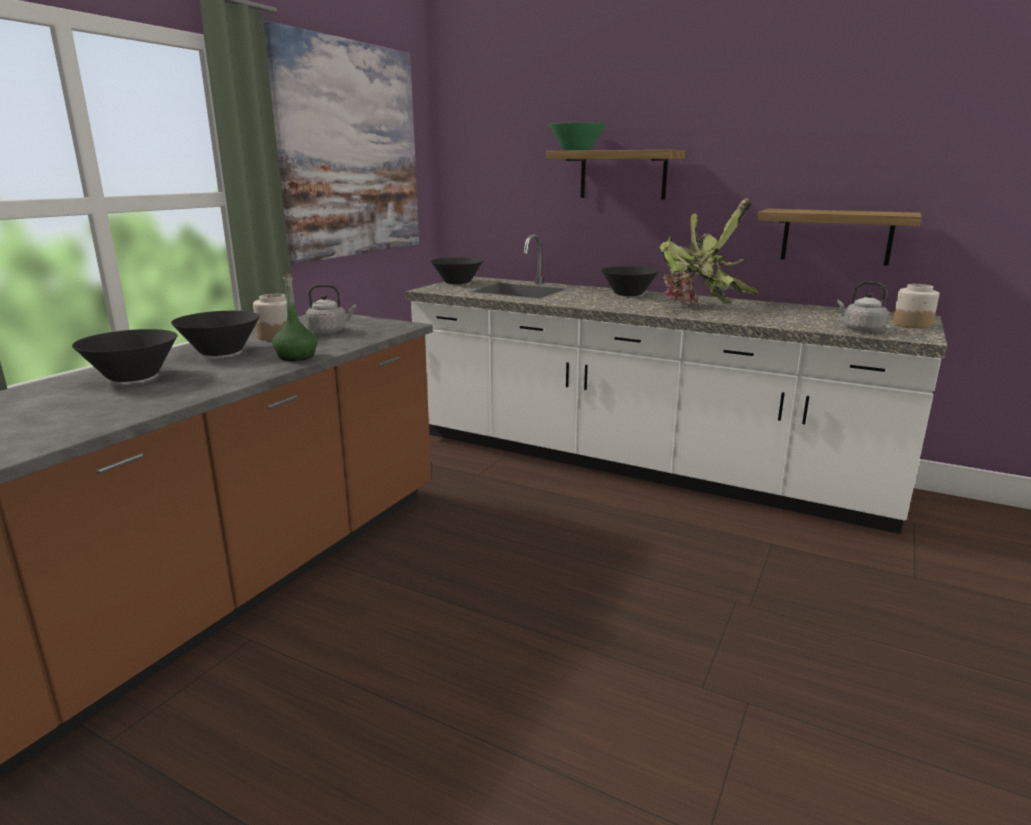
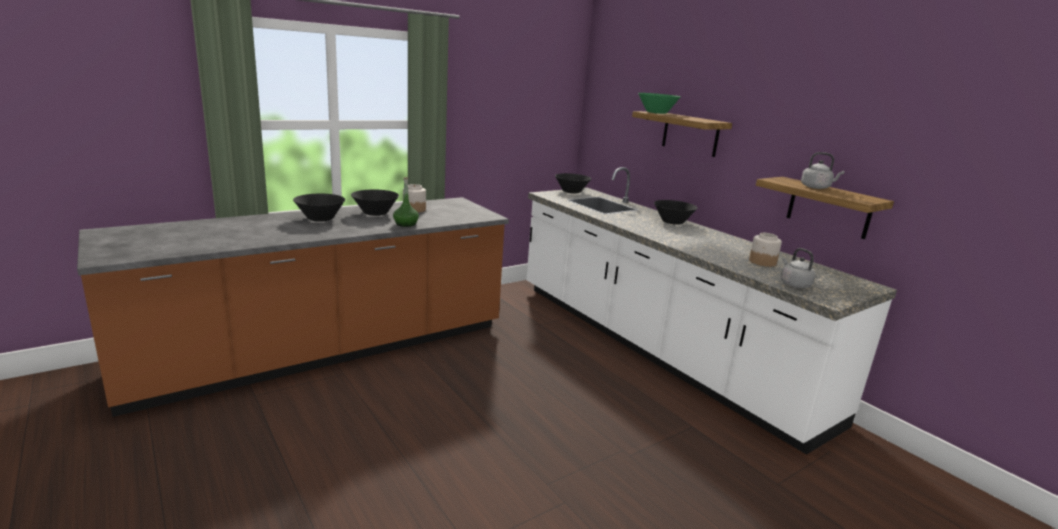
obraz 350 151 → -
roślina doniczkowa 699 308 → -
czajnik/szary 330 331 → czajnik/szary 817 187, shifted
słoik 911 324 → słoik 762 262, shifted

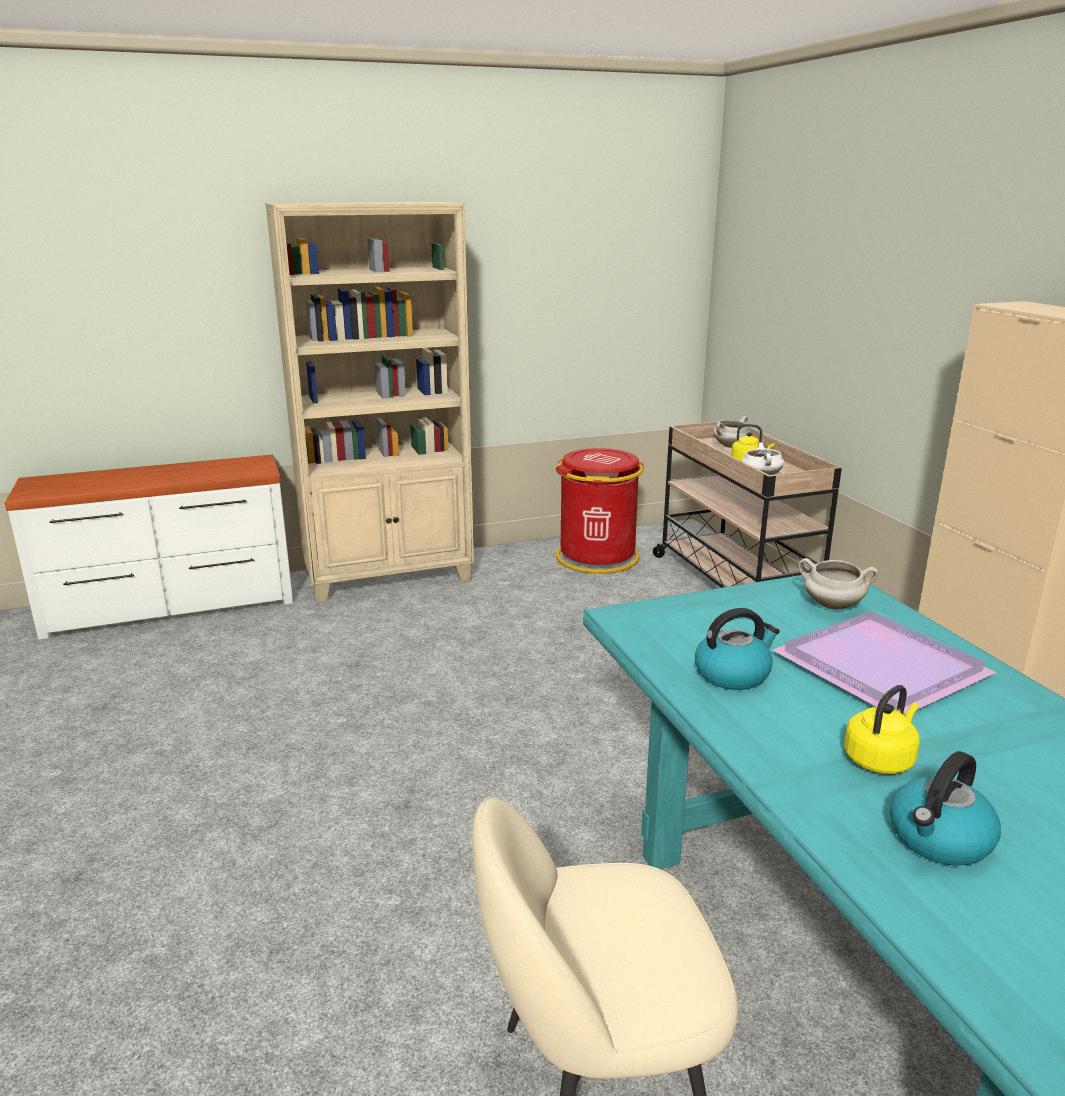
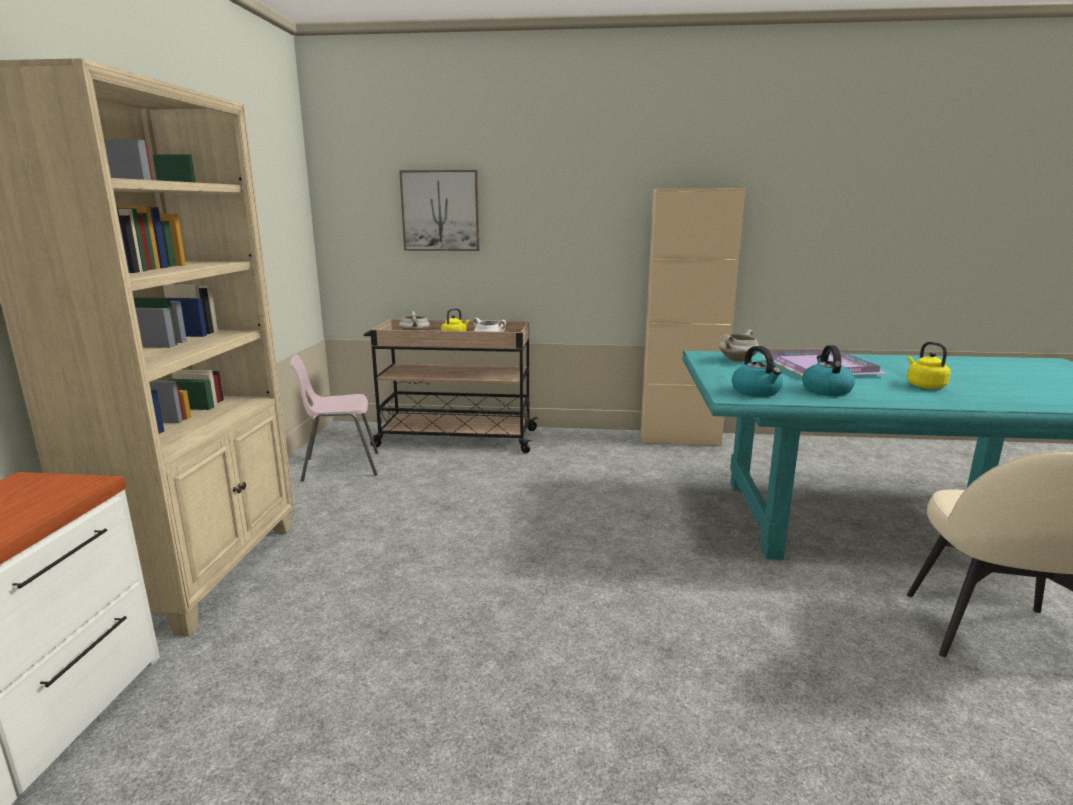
kosz na śmieci/czerwony 597 557 → krzesło/różowy 340 466
czajnik 939 839 → czajnik 756 391, shifted
- → obraz 440 211

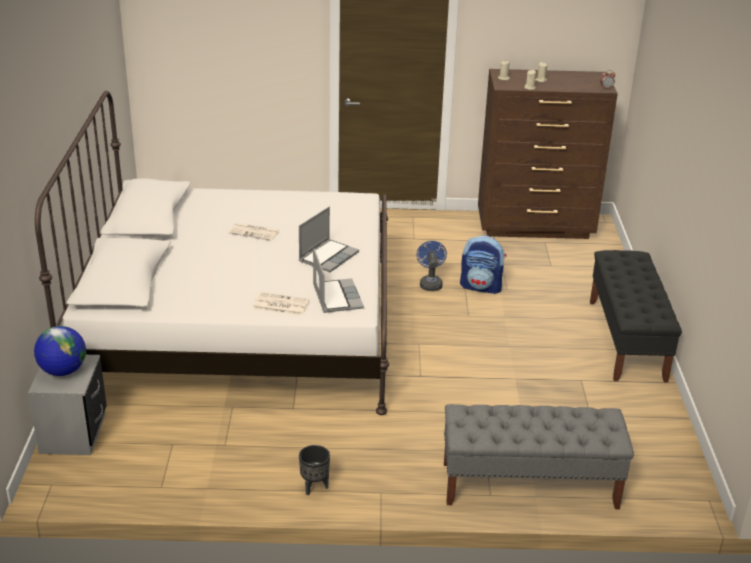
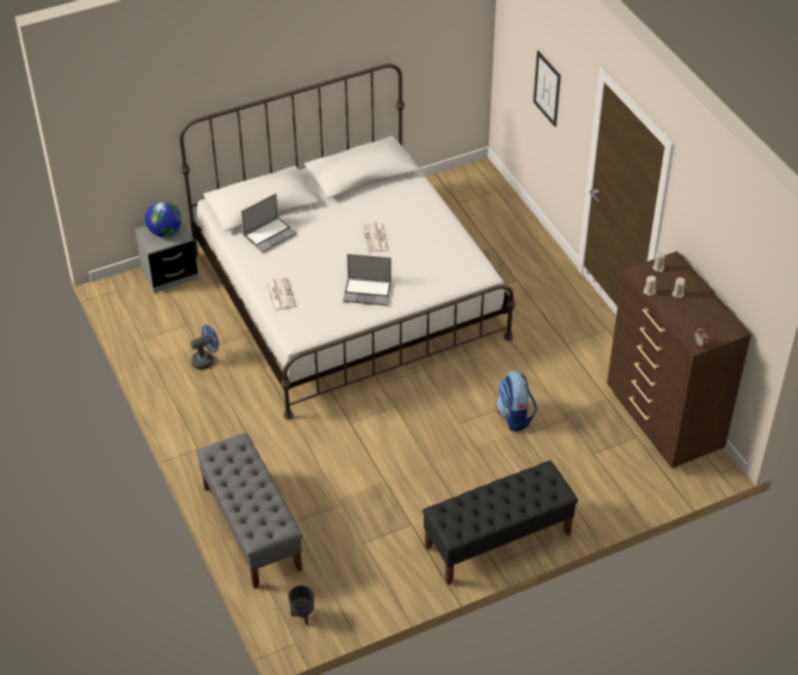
wentylator/niebieski 430 283 → wentylator/niebieski 206 360, shifted
laptop 336 297 → laptop 270 235, shifted
donica/czarny 314 487 → donica/czarny 302 616, shifted
- → obraz 547 88

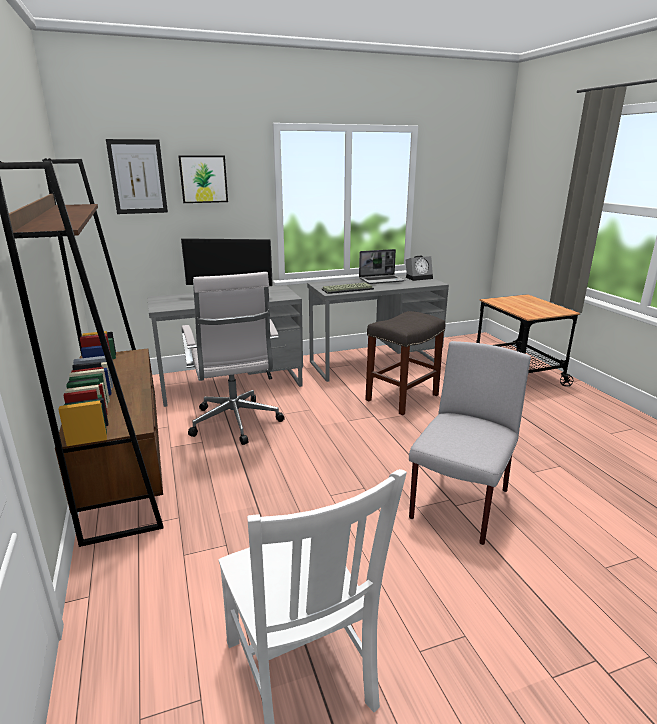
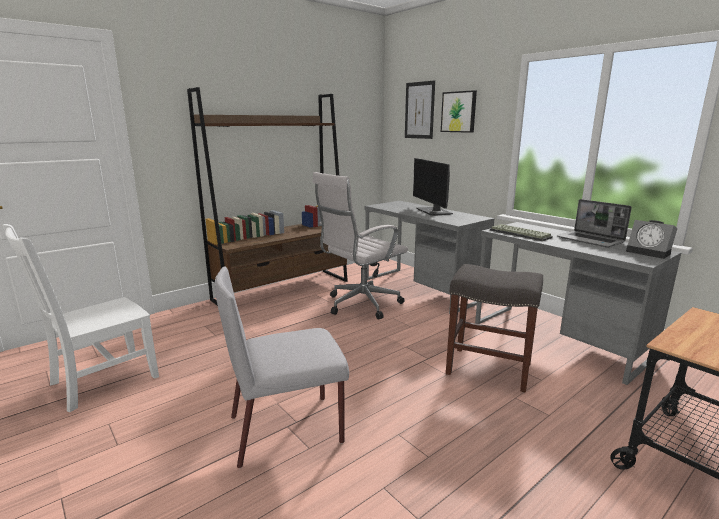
krzesło/szary 459 505 → krzesło/szary 288 428, 150 degrees clockwise

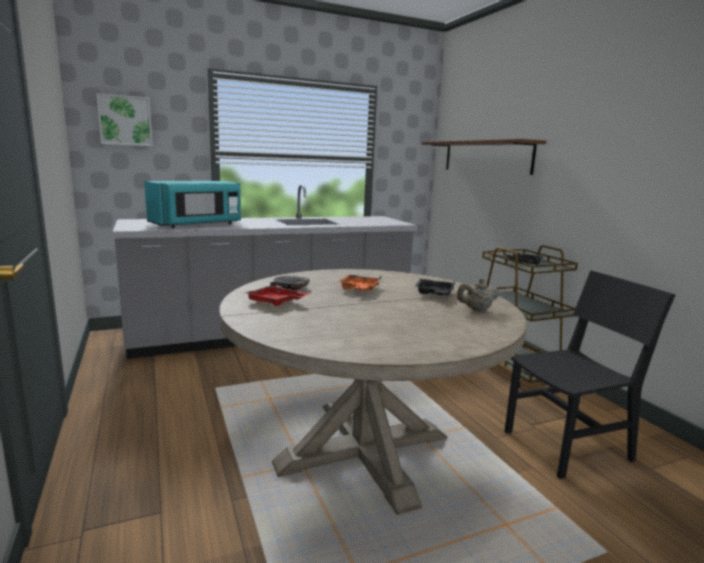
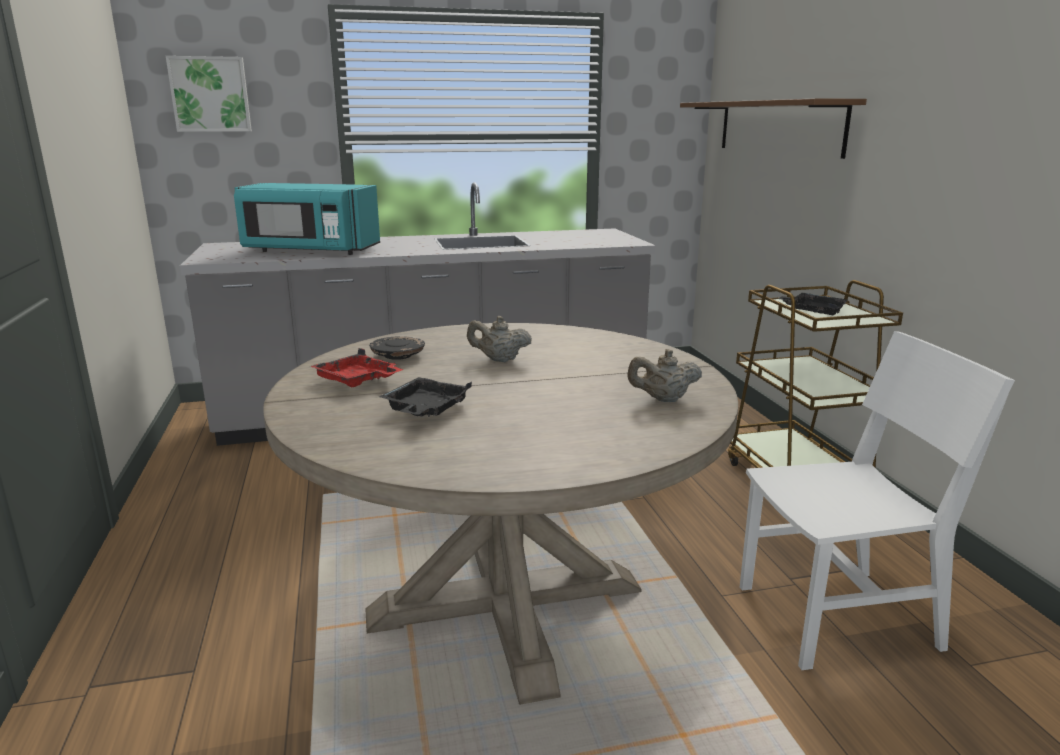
mikrofalówka/turkusowy 197 225 → mikrofalówka/turkusowy 309 251, 45 degrees clockwise
krzesło/czarny 567 445 → krzesło/biały 837 617
taca/pomarańczowy 359 289 → imbryk/beżowy 499 360
taca/czarny 434 294 → taca/czarny 425 409, shifted

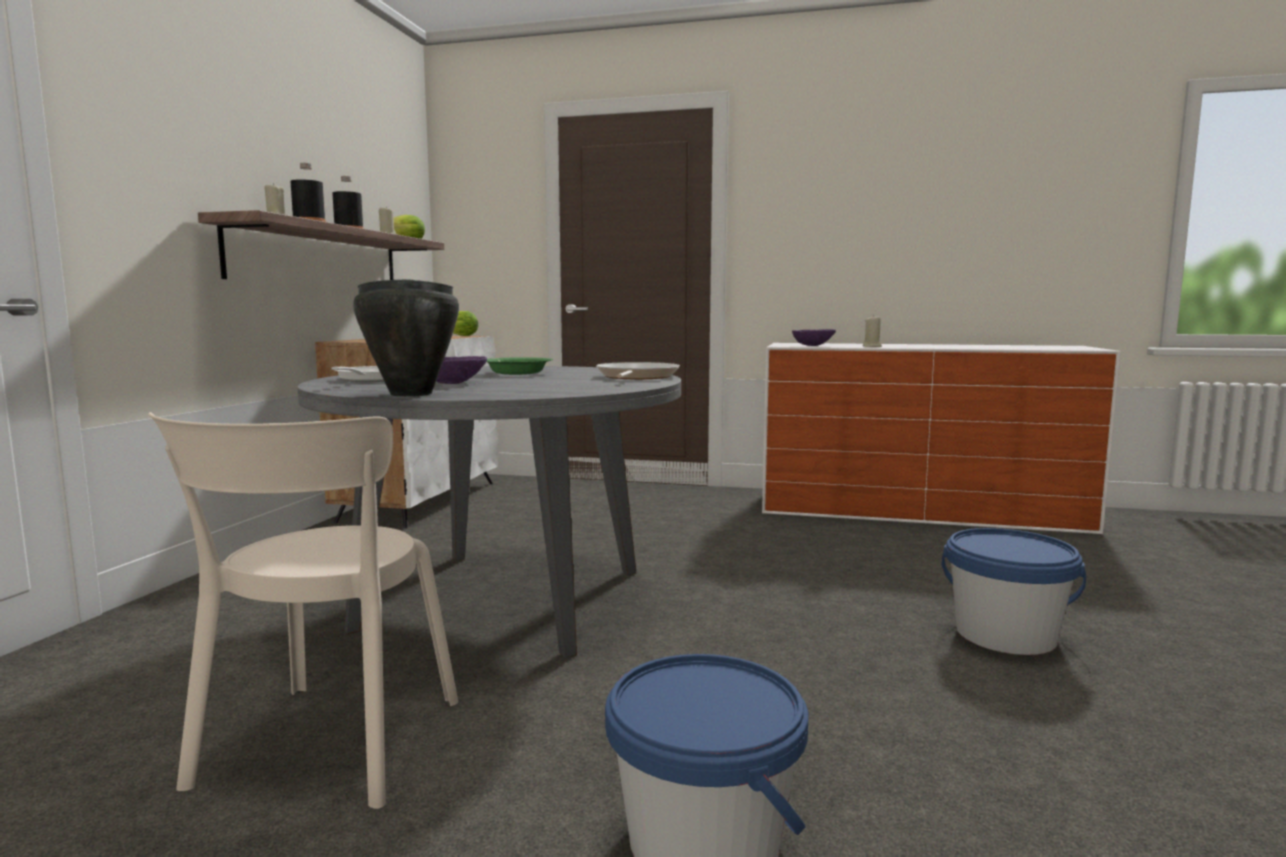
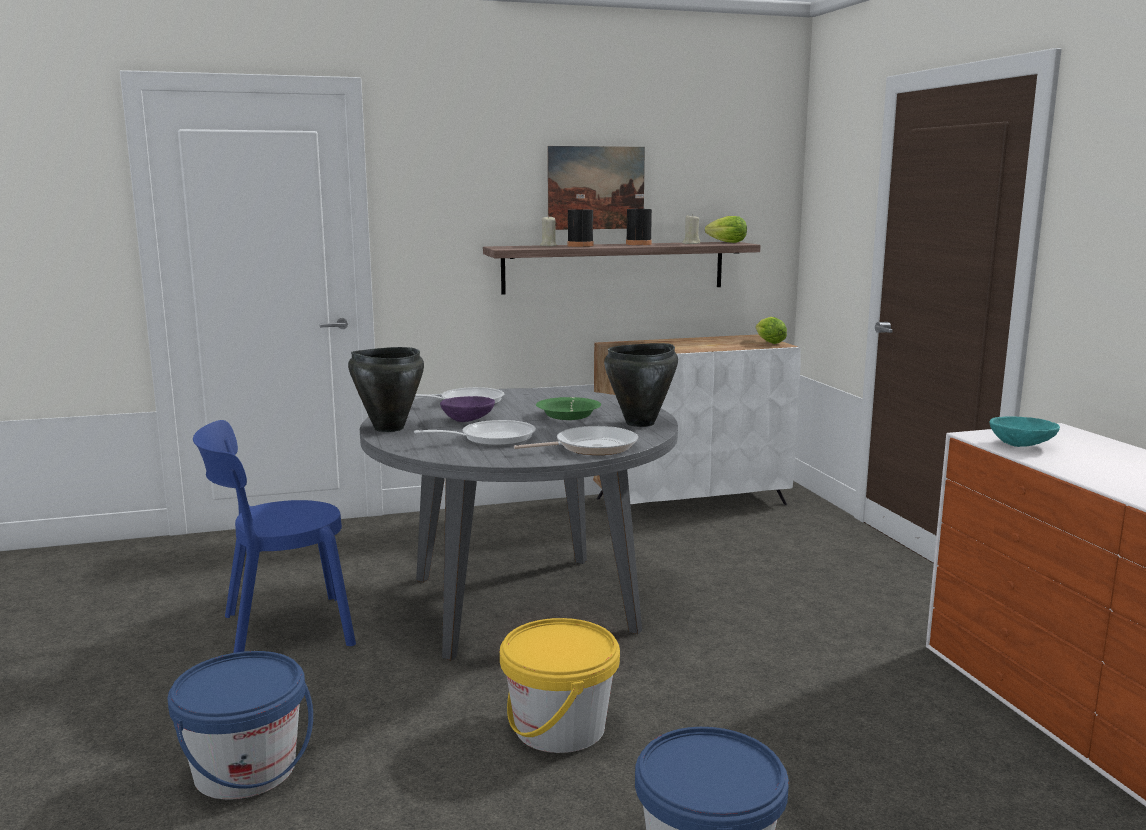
świeca/beżowy 872 346 → -
miska/fioletowy 813 345 → miska/turkusowy 1023 445
krzesło/beżowy 325 749 → krzesło/niebieski 279 631
- → obraz 596 188
- → garnek/czarny 641 423
- → patelnia 491 438
- → wiadro/żółty 559 727

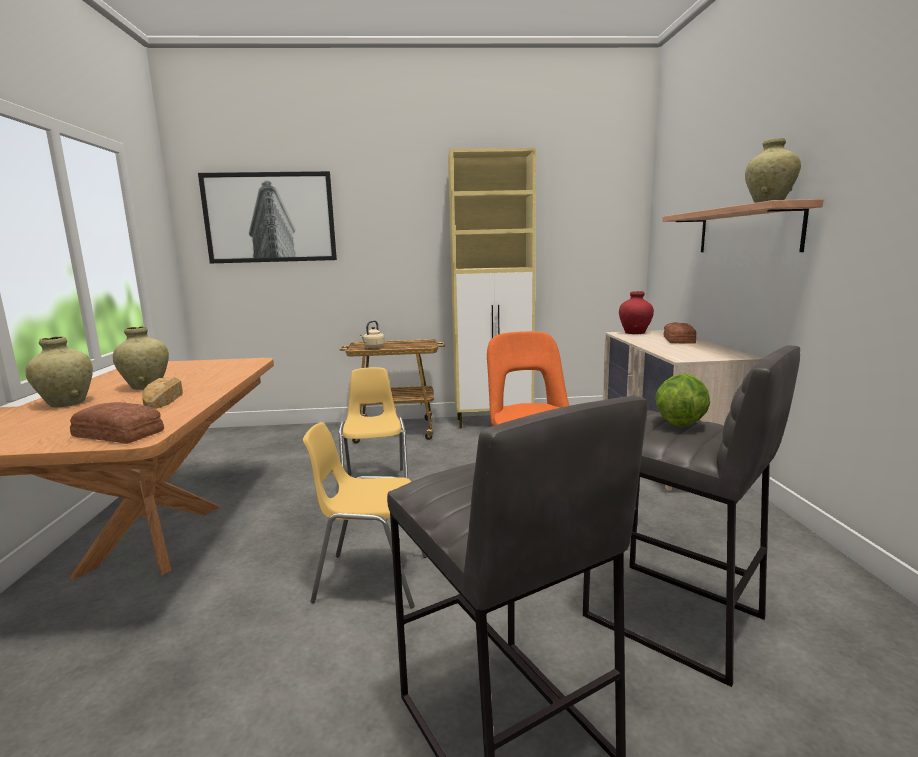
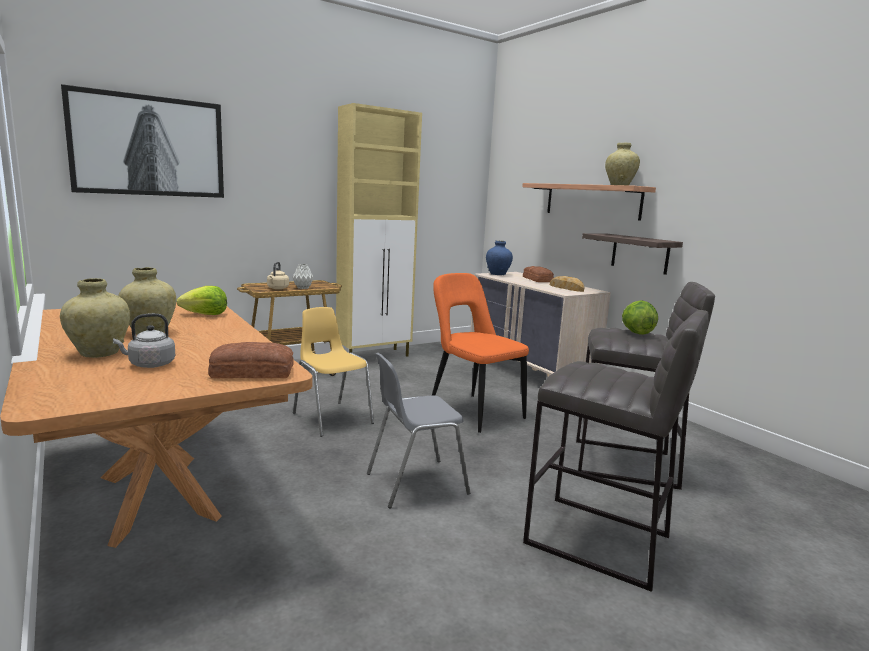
wazon/czerwony 635 333 → wazon/niebieski 497 274
chleb 165 399 → chleb 566 288, shifted
krzesło/żółty 371 578 → krzesło/szary 415 483
- → półka 640 253
- → wazon/szary 302 288
- → sałata 205 314
- → czajnik/szary 149 365

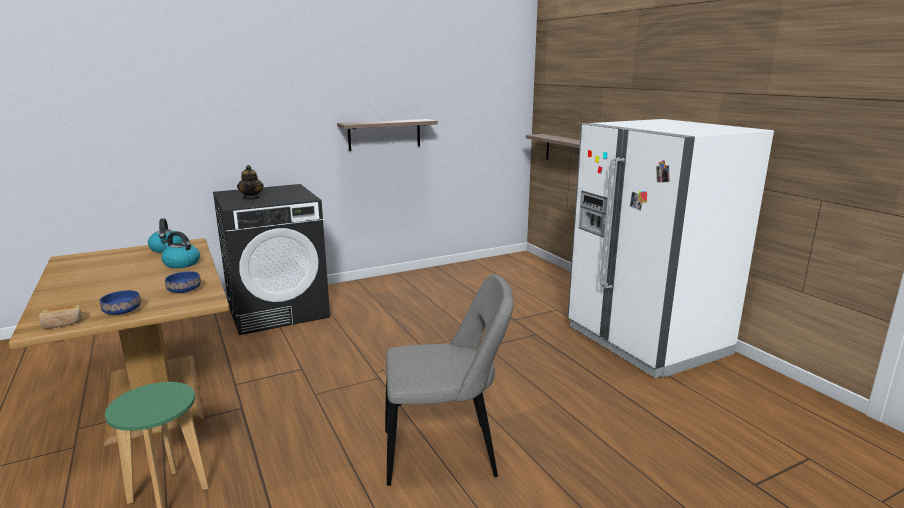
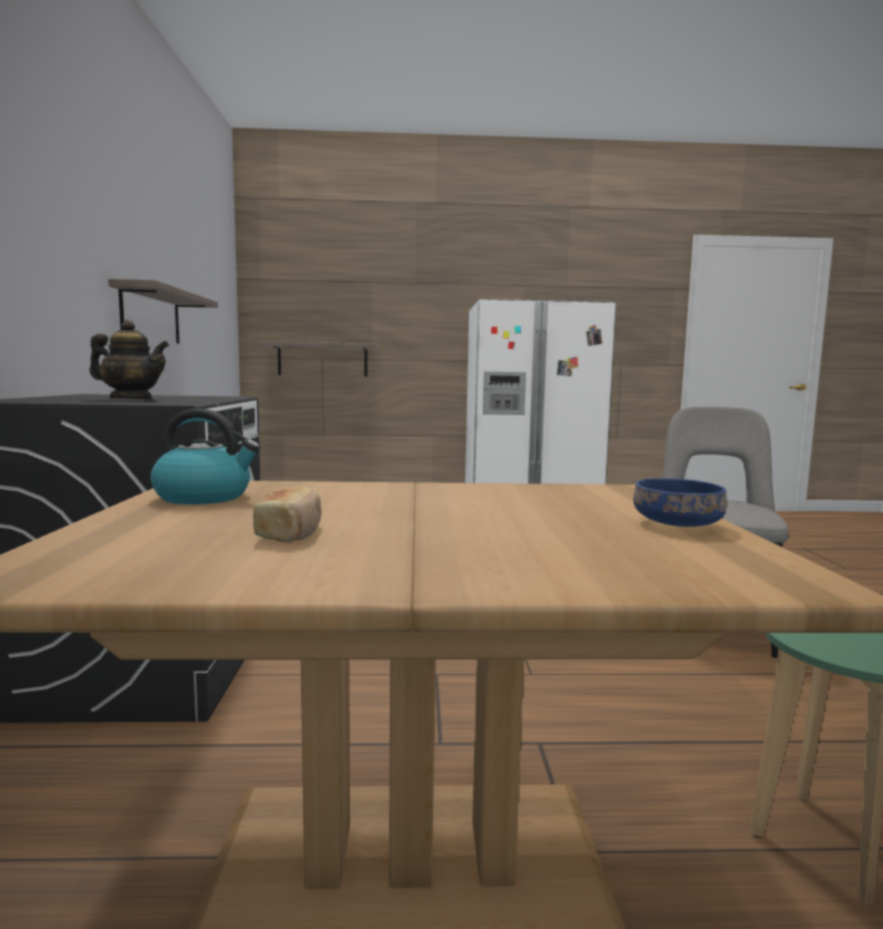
czajnik 181 263 → -
miska/niebieski 183 290 → -
chleb 62 324 → chleb 291 532, shifted

